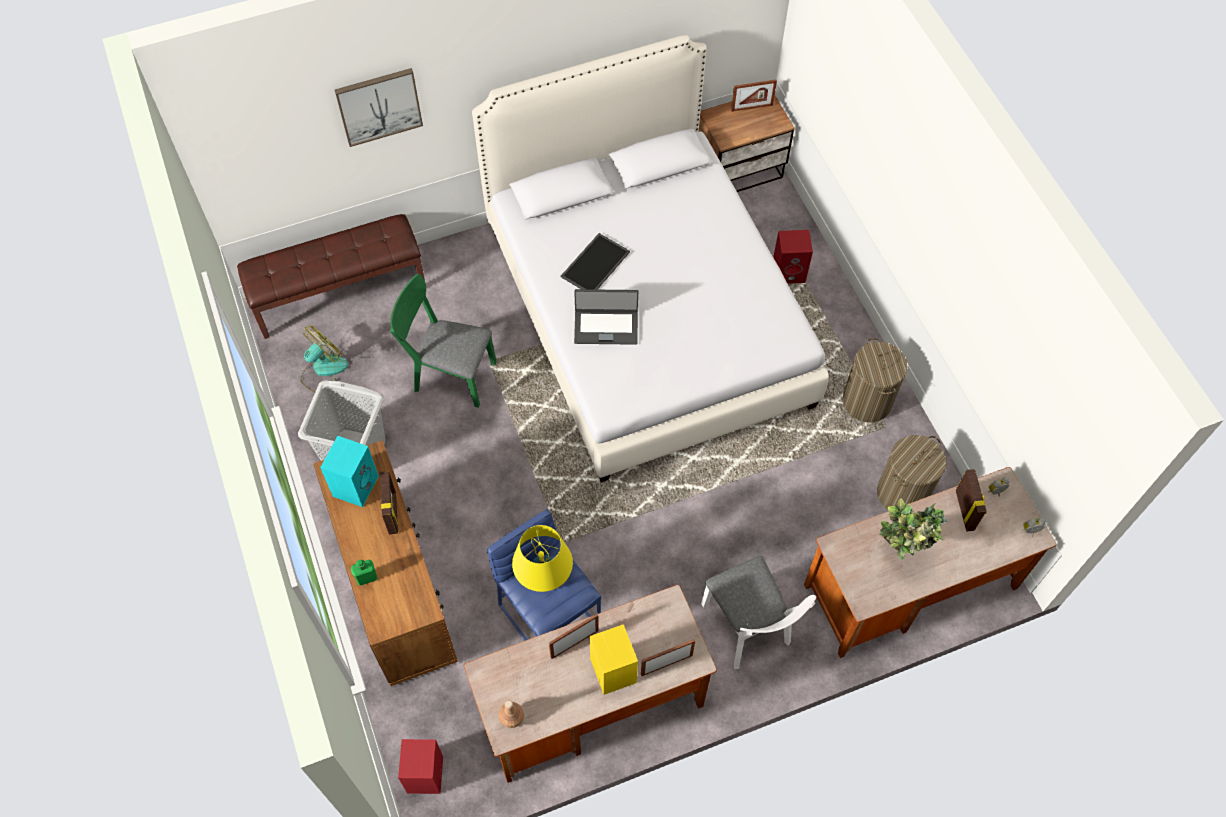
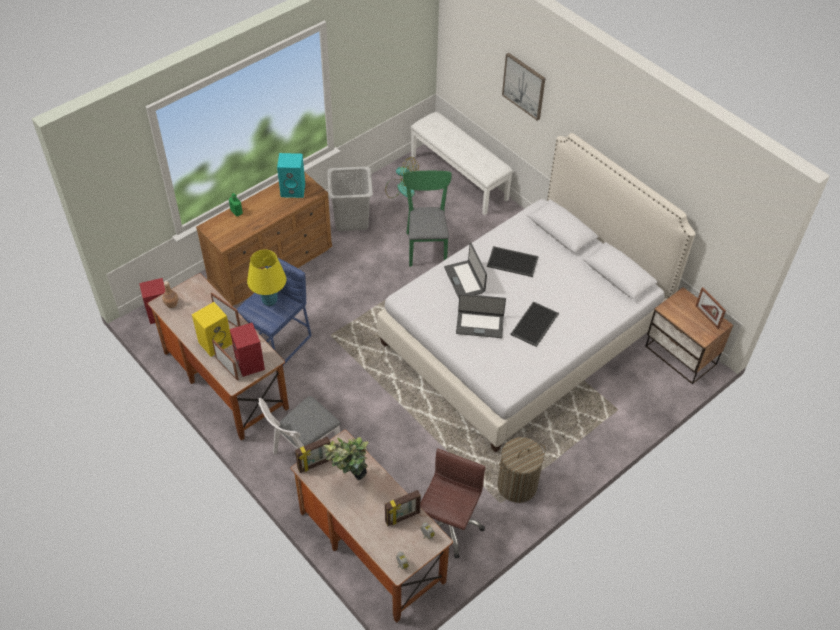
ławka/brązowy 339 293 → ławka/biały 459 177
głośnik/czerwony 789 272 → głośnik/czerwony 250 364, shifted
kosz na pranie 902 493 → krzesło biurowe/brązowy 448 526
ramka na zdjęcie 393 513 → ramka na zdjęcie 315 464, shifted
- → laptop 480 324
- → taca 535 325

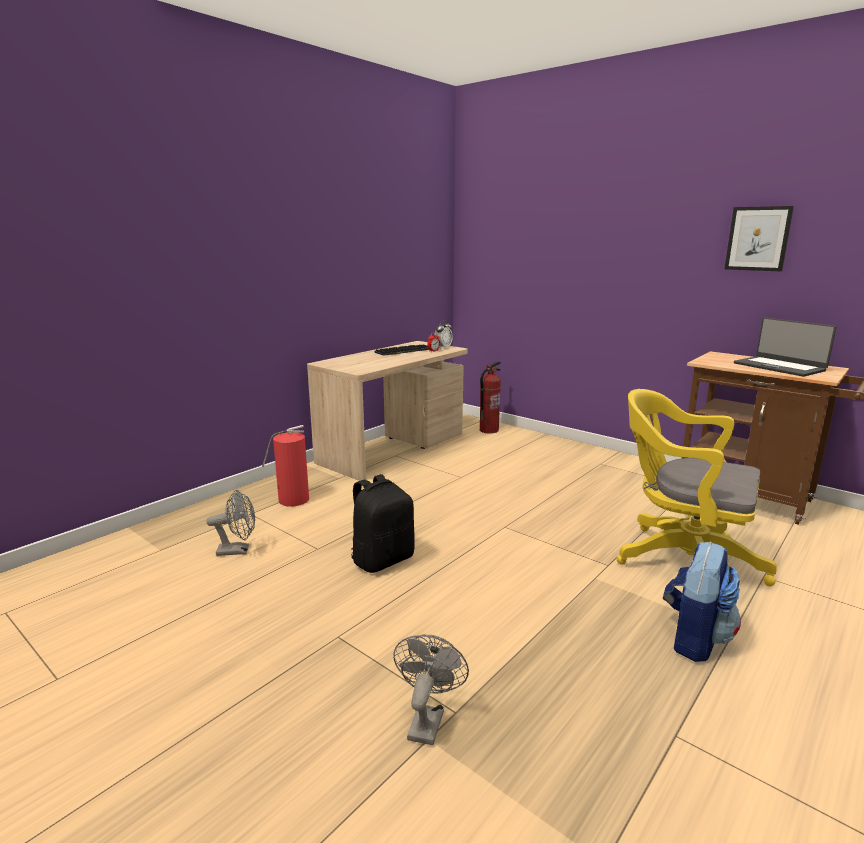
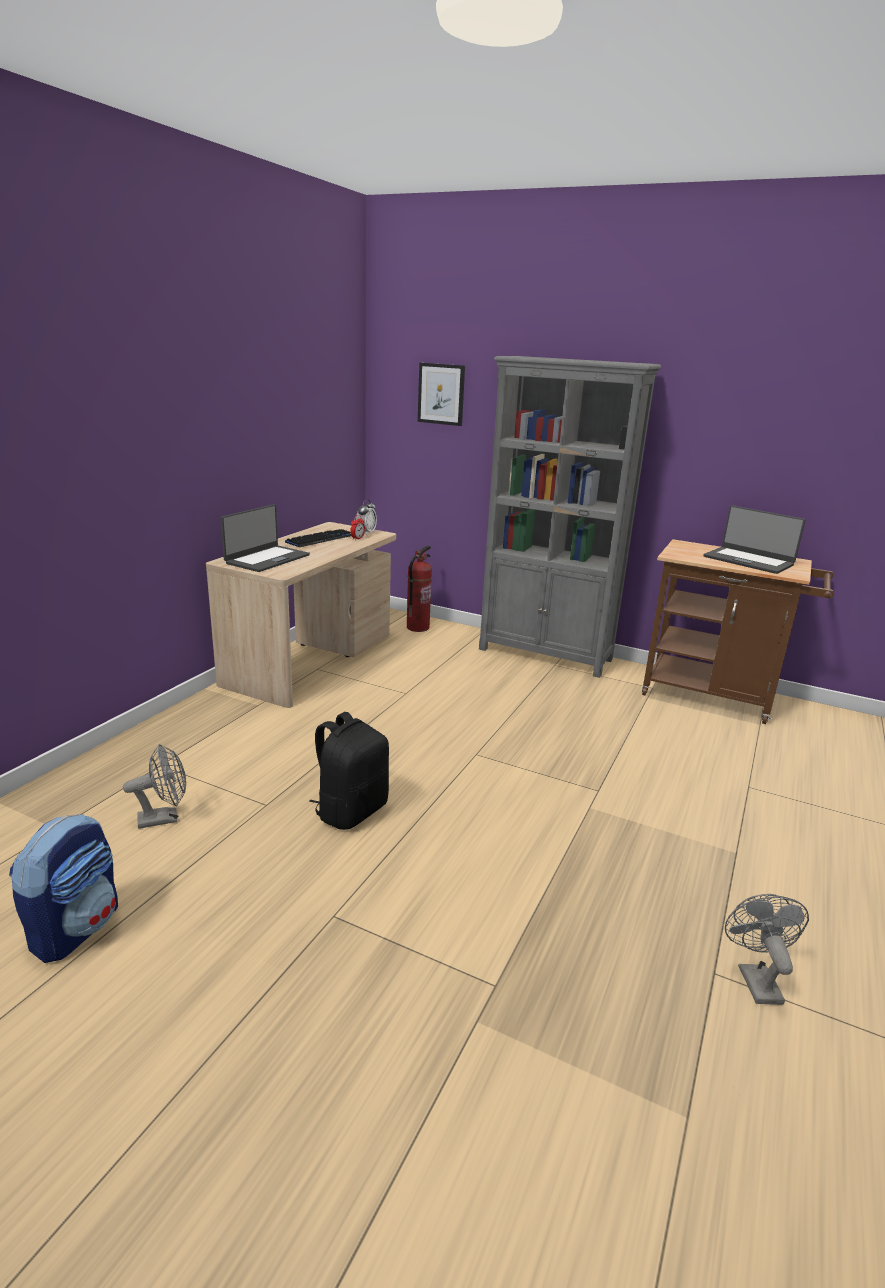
obraz 758 238 → obraz 441 394, shifted
krzesło biurowe/żółty 680 560 → -
gaśnica 292 500 → -
plecak 694 638 → plecak 76 927, shifted
wentylator/szary 427 719 → wentylator/szary 755 978, shifted
- → regał/szary 546 654
- → laptop 267 559

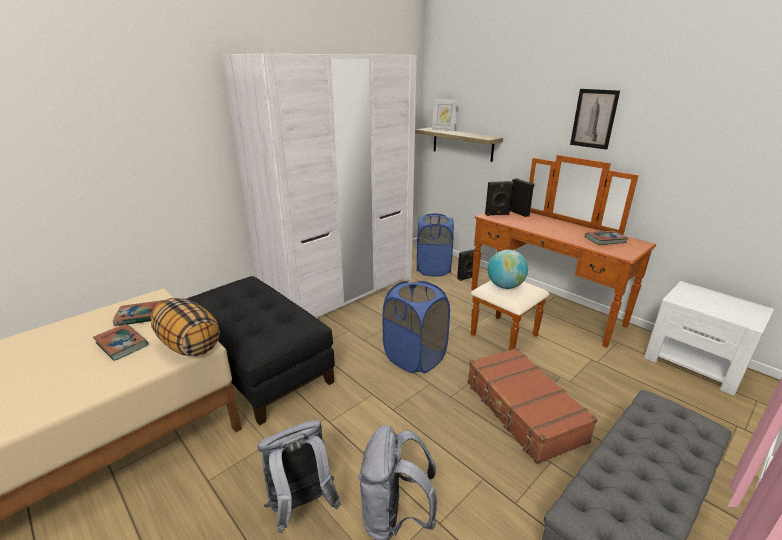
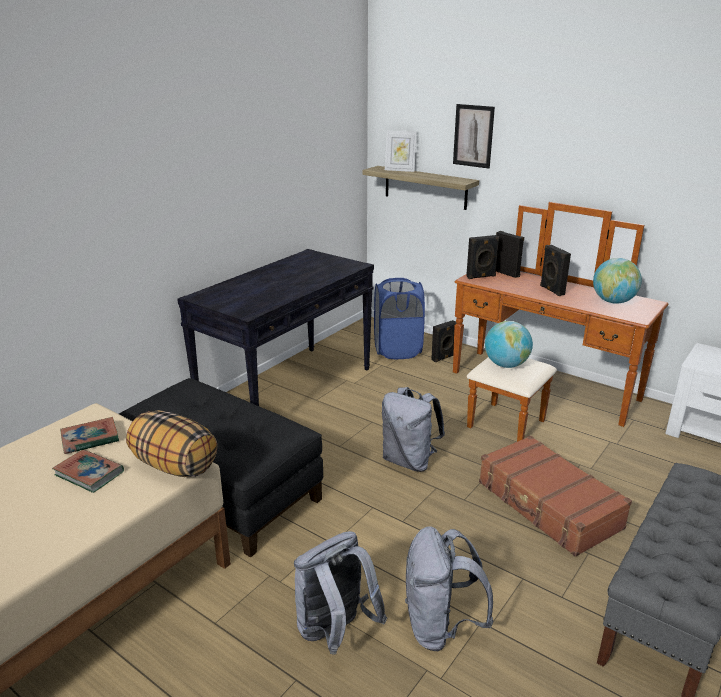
szafa/biały 340 292 → stolik konsolowy/czarny 287 389
obraz 594 119 → obraz 473 136, shifted
książka 605 240 → globus 613 301
kosz na pranie/niebieski 415 358 → plecak/szary 409 461
- → głośnik/czarny 551 290

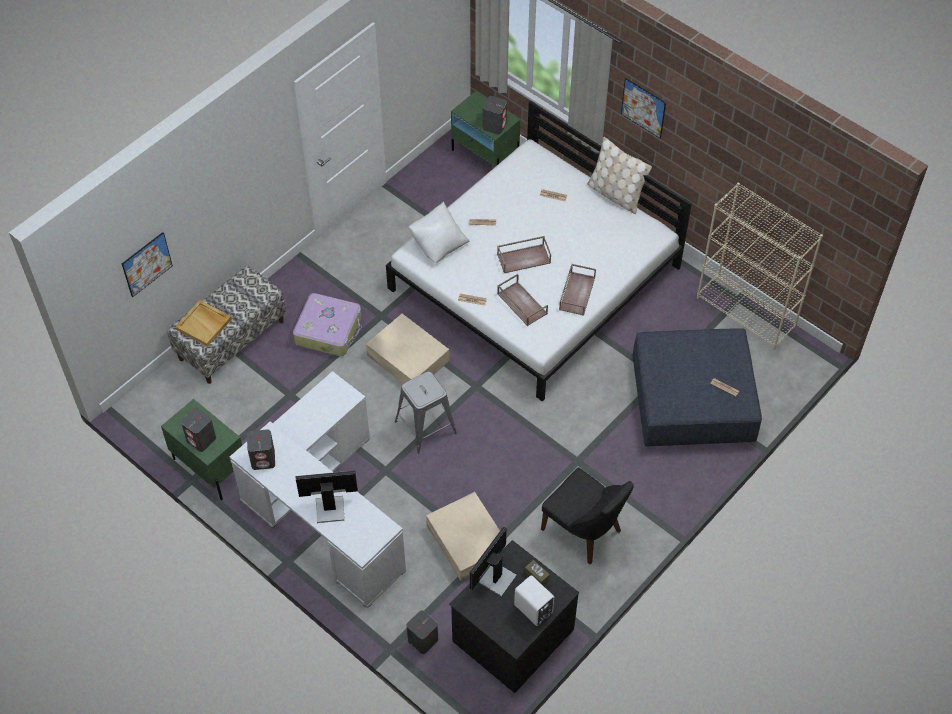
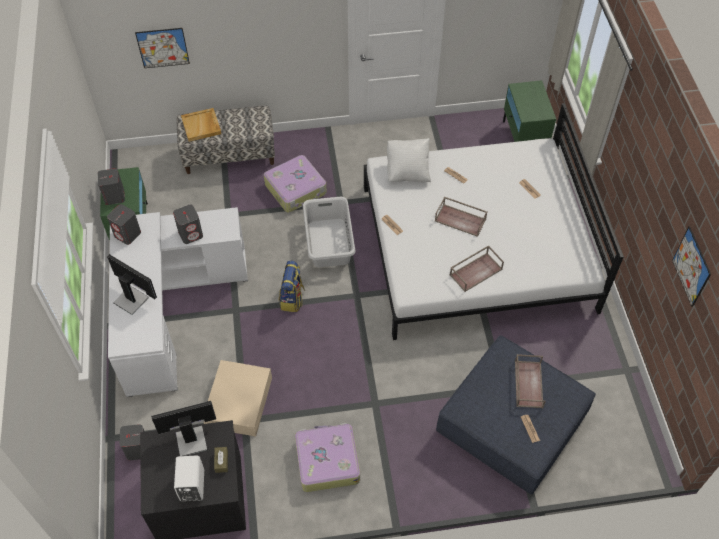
obraz 643 108 → obraz 691 266, shifted
głośnik/szary 494 125 → głośnik/szary 191 234, shifted
poduszka/beżowy 615 195 → -
regał/beżowy 746 313 → -
taca/brązowy 521 303 → taca/brązowy 528 383, shifted
pojemnik do przechowywania/beżowy 407 357 → kosz na pranie/szary 329 242
stołek/szary 425 427 → plecak 292 299
krzesło/czarny 584 532 → walizka 327 461

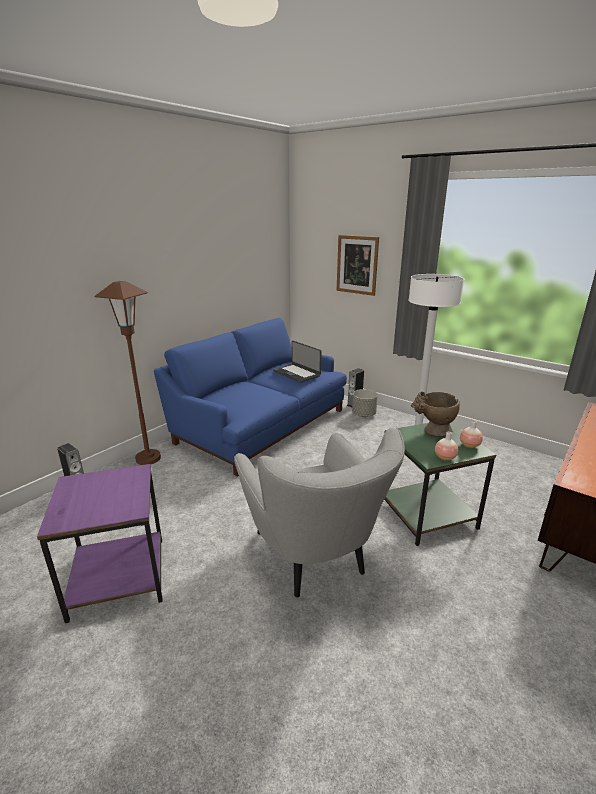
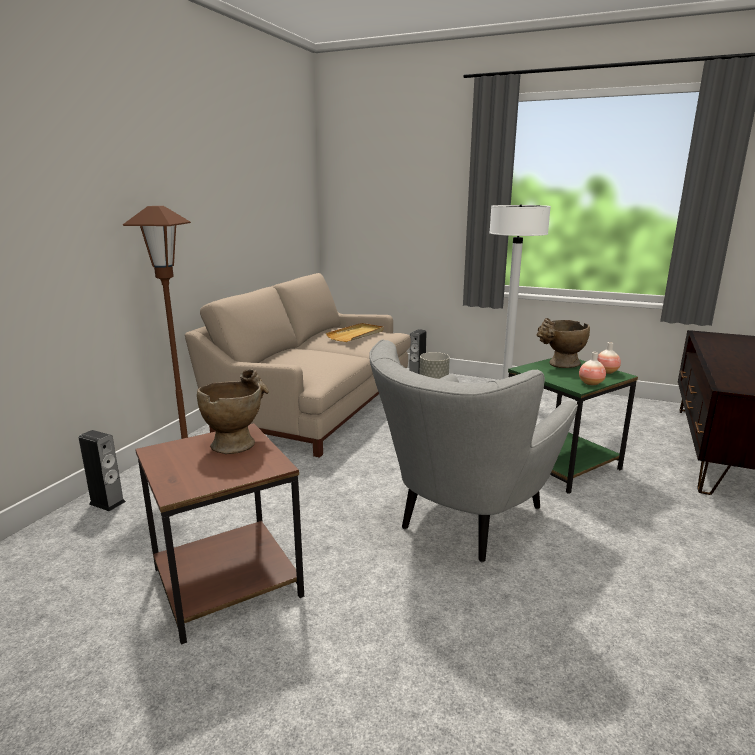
obraz 357 265 → -
kanapa/niebieski 259 424 → kanapa/beżowy 314 404
laptop 297 373 → taca/beżowy 356 334
fotel/szary 314 558 → fotel/szary 464 522, 75 degrees clockwise
stolik/fioletowy 117 576 → stolik/brązowy 224 582
- → wazon/beżowy 237 442

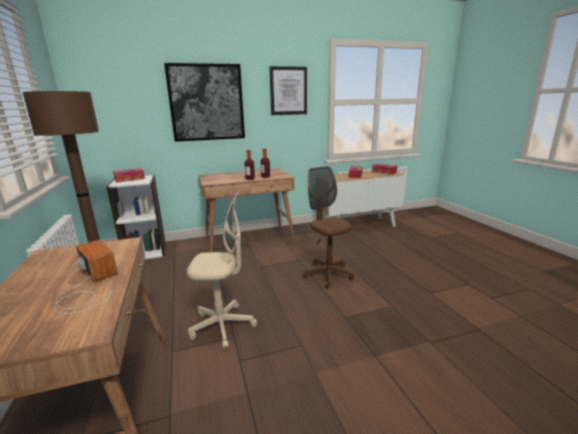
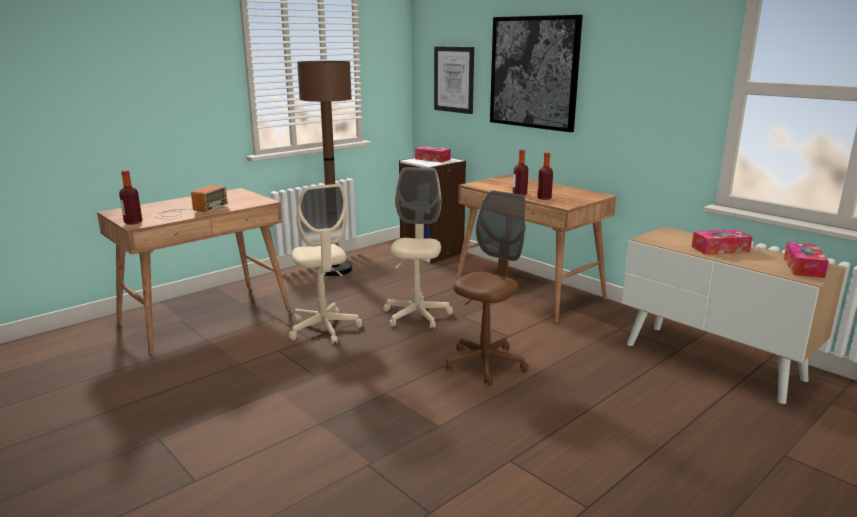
obraz 288 91 → obraz 454 79, shifted
- → krzesło biurowe/beżowy 416 316
- → butelka 133 222

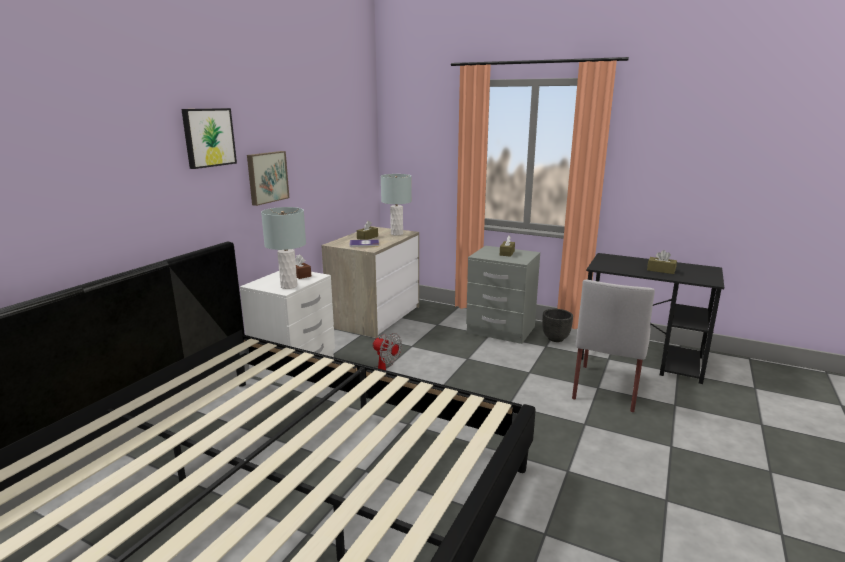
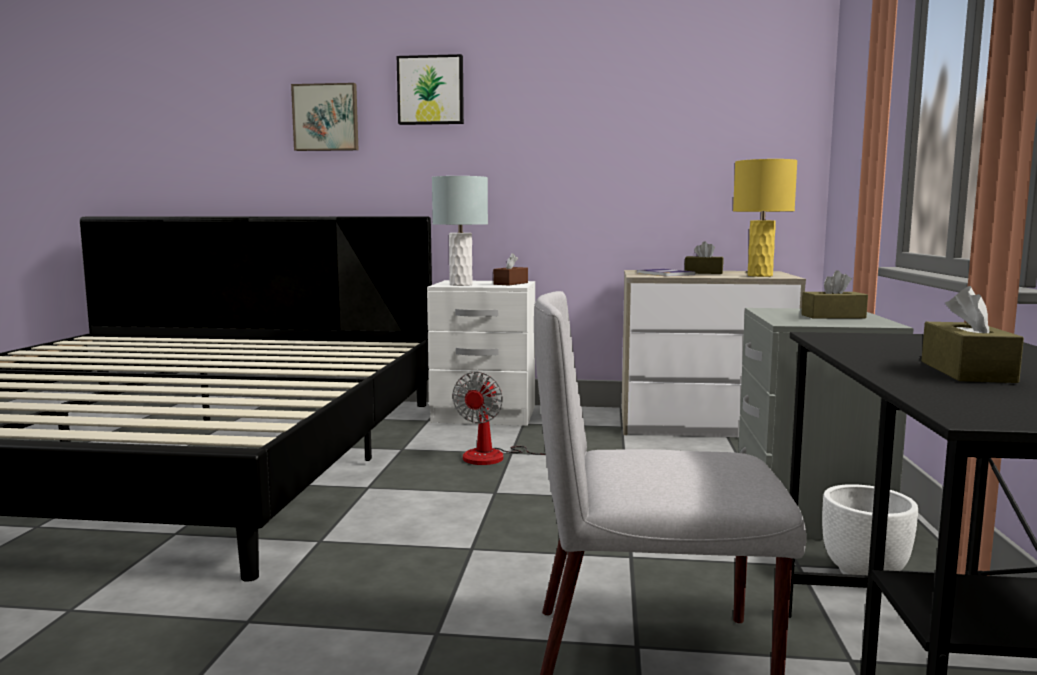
obraz 266 177 → obraz 326 117, shifted
lampa stołowa/szary 397 234 → lampa stołowa/żółty 760 275
donica/czarny 555 338 → donica/biały 865 574

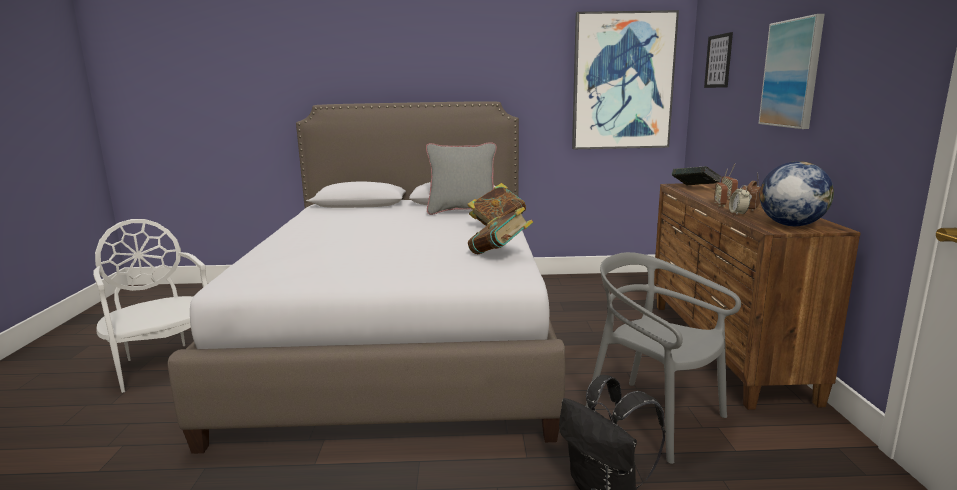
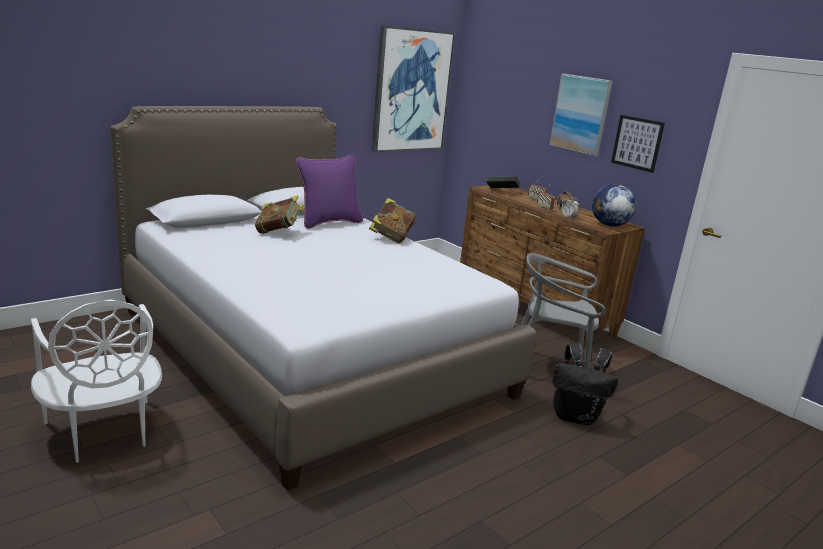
obraz 718 61 → obraz 637 143, shifted
poduszka/szary 462 211 → poduszka/fioletowy 328 222
książka 500 255 → książka 279 232, shifted
krzesło/biały 165 363 → krzesło/biały 103 433, 135 degrees counterclockwise

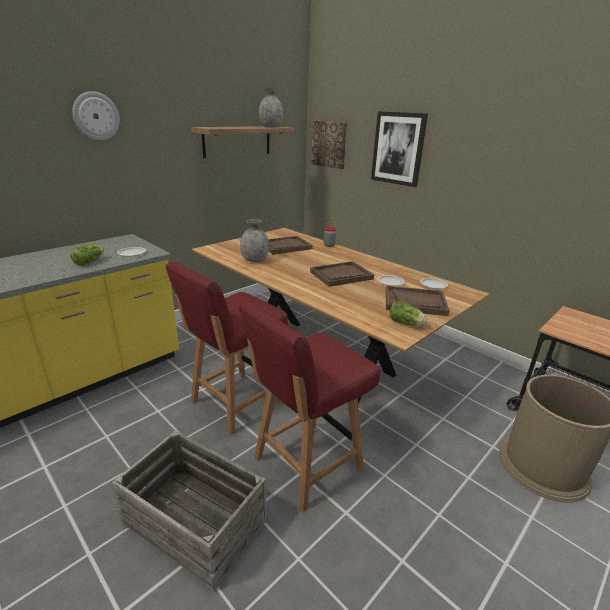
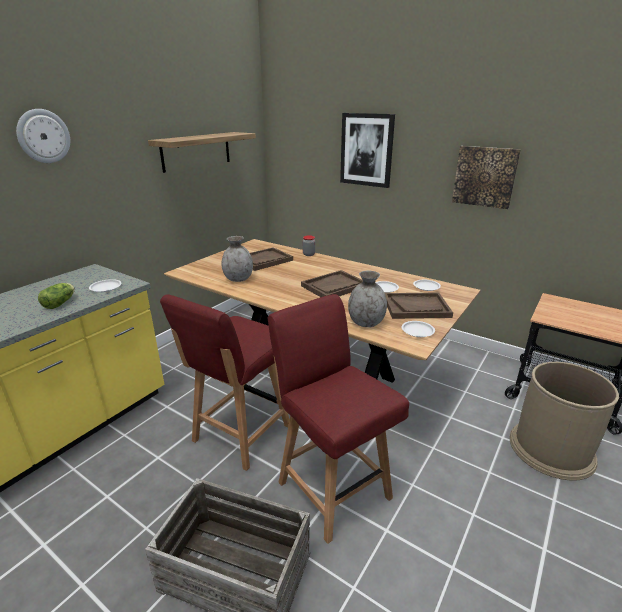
wazon/szary 270 127 → wazon/szary 366 323, shifted
obraz 329 144 → obraz 485 176, shifted
krzesło/czerwony 305 464 → krzesło/czerwony 332 488, 105 degrees clockwise
sałata 407 324 → talerz/biały 417 331

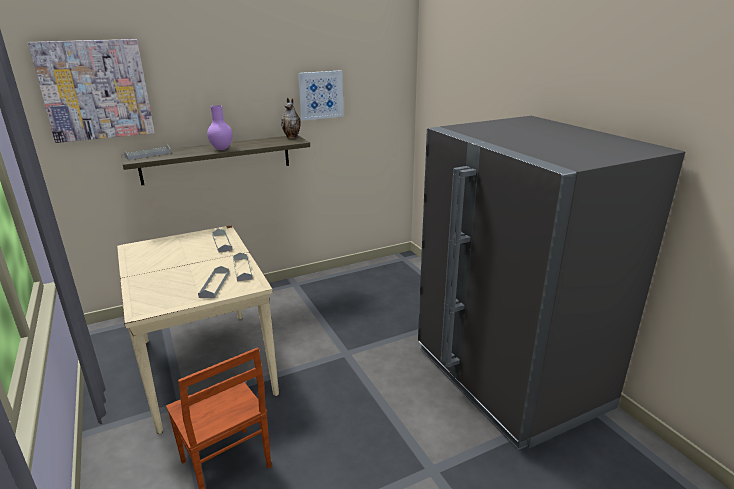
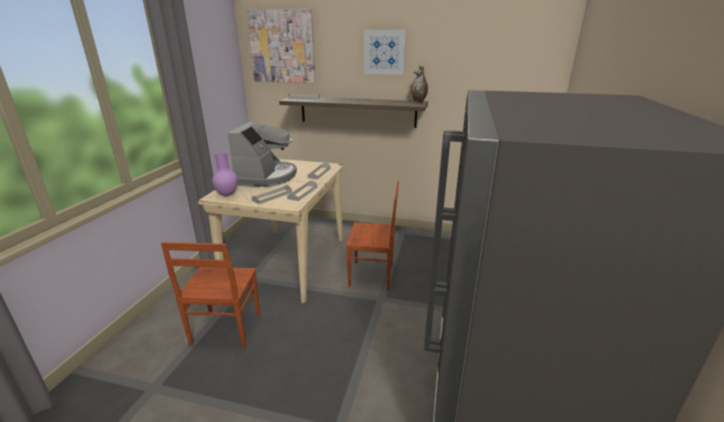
obraz 320 95 → obraz 384 52, shifted
wazon/fioletowy 221 149 → wazon/fioletowy 227 194, shifted
- → ekspres do kawy 266 177
- → krzesło/brązowy 372 276

